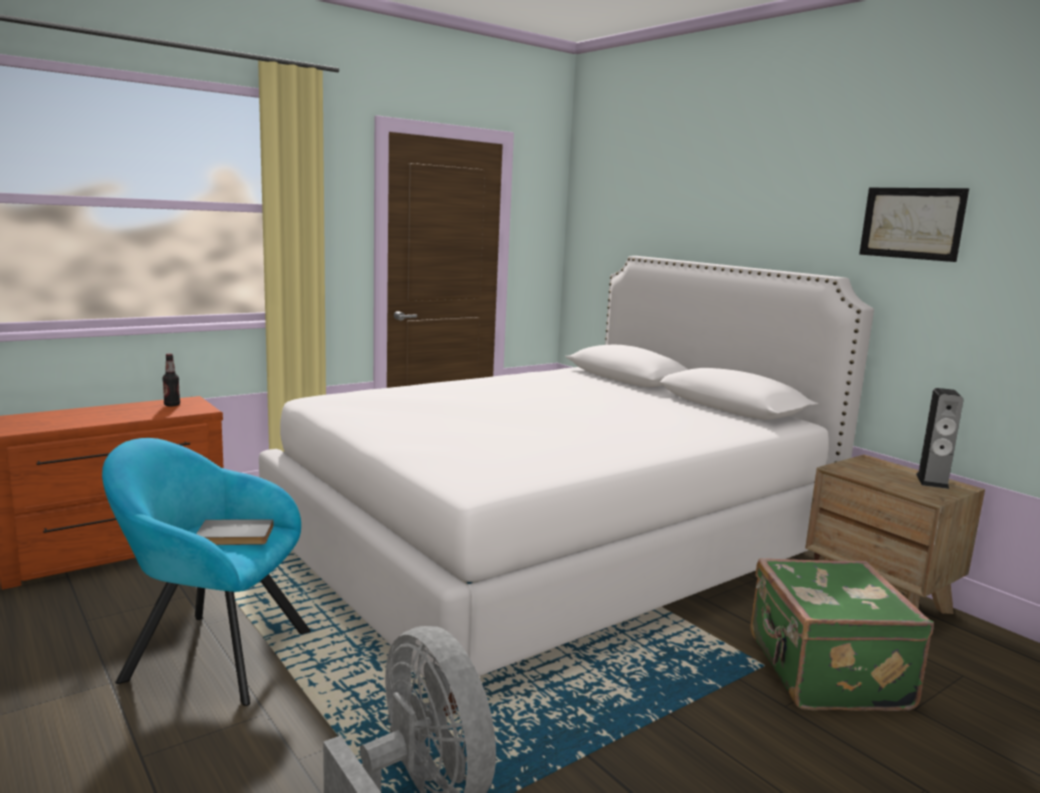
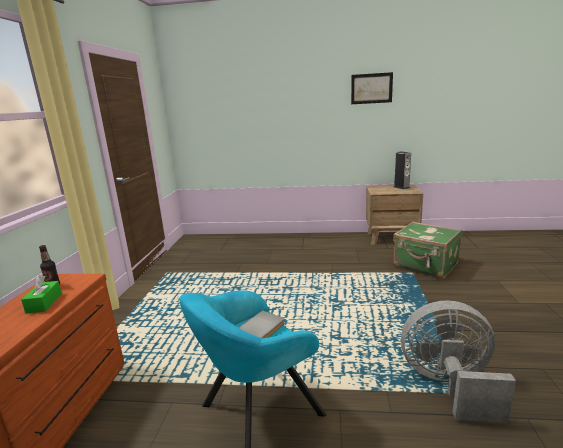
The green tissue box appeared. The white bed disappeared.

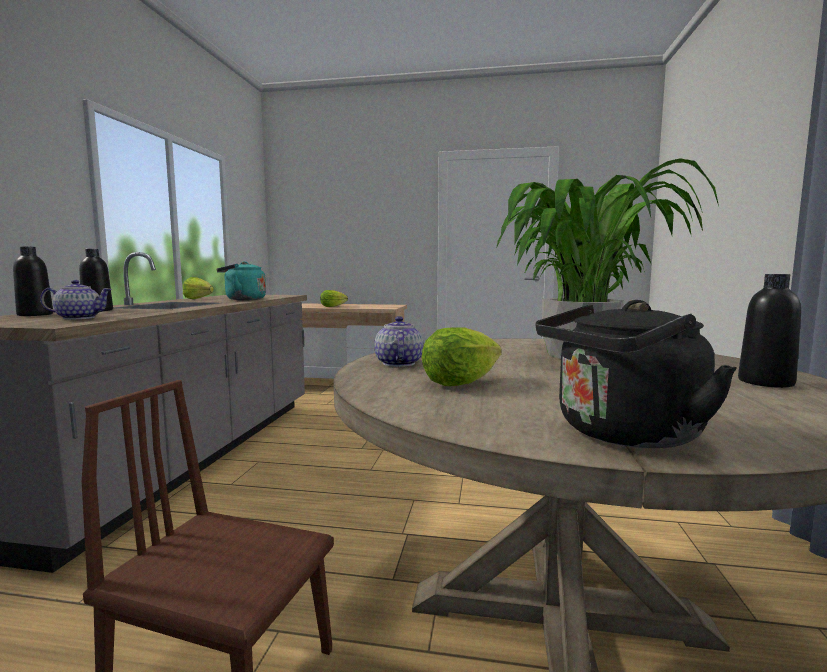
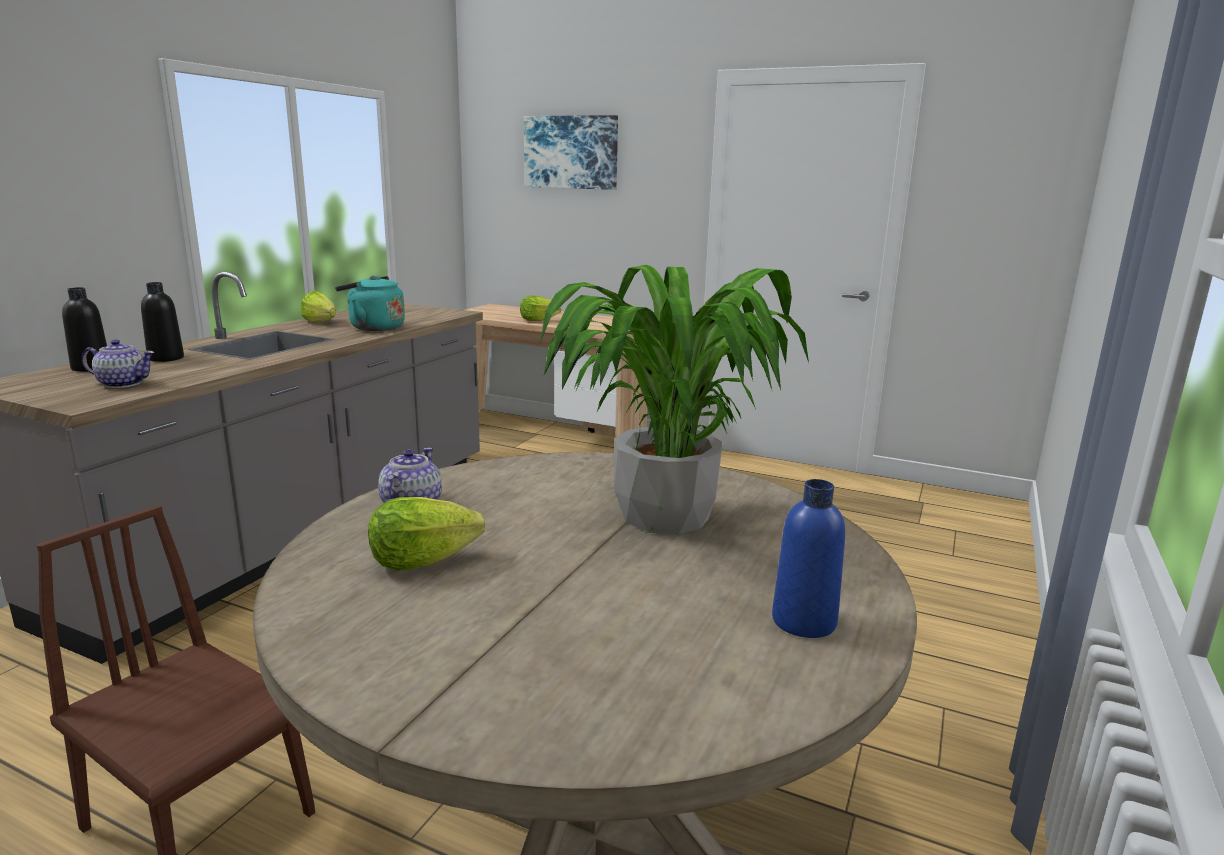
The picture appeared. The black bottle (3rd from left) became the blue bottle. The black kettle disappeared.

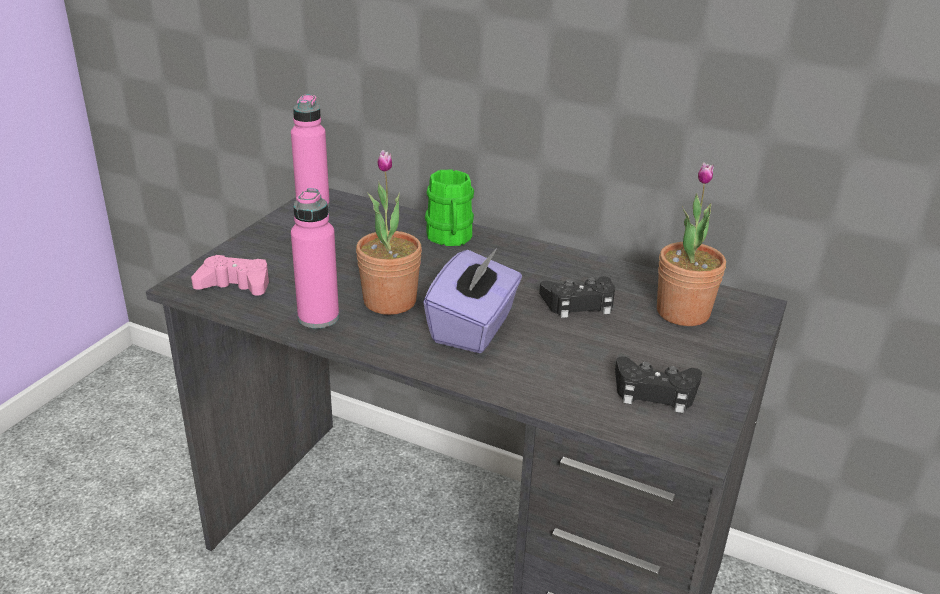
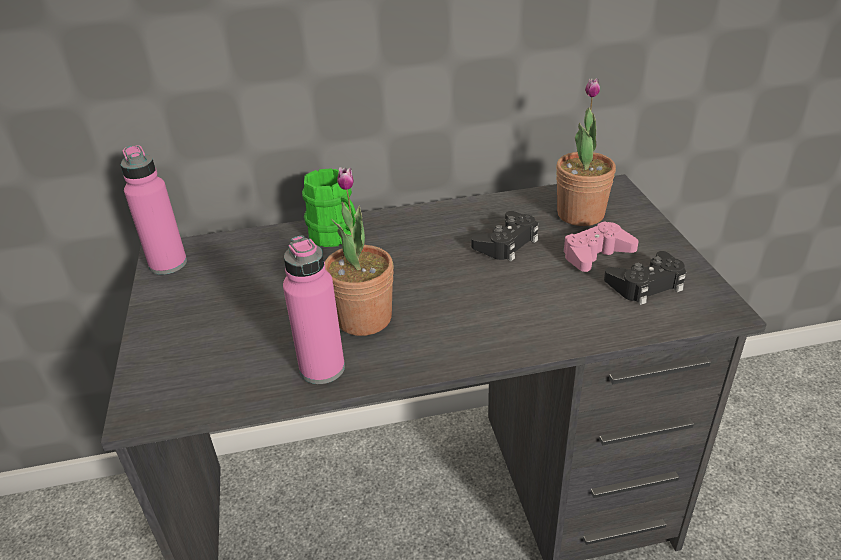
The pink game controller moved. The purple tissue box disappeared.

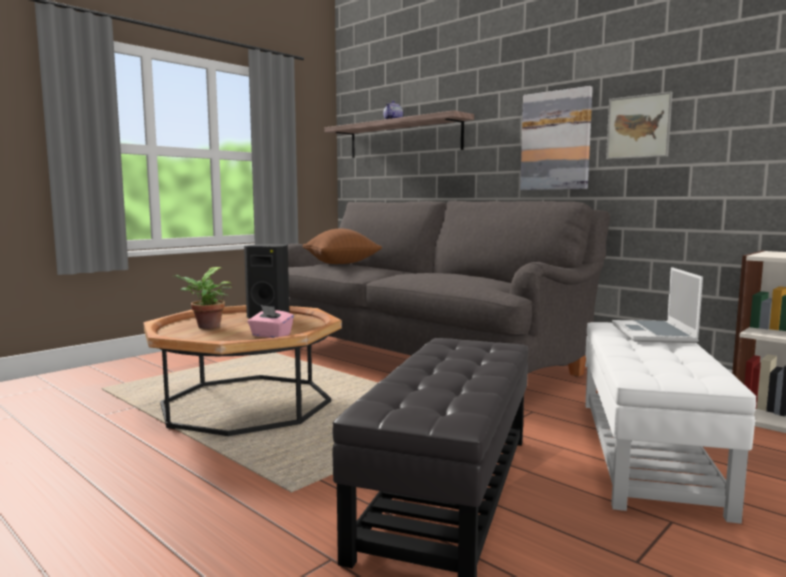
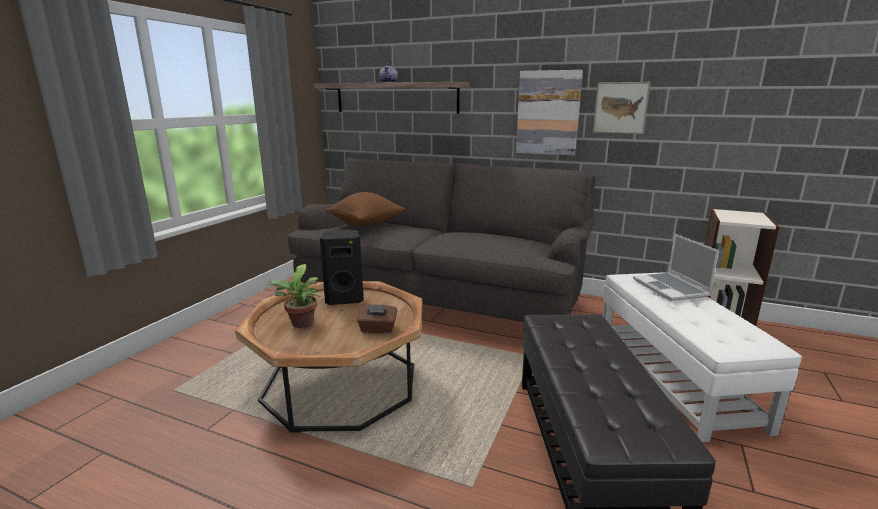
The pink tissue box became the brown tissue box.

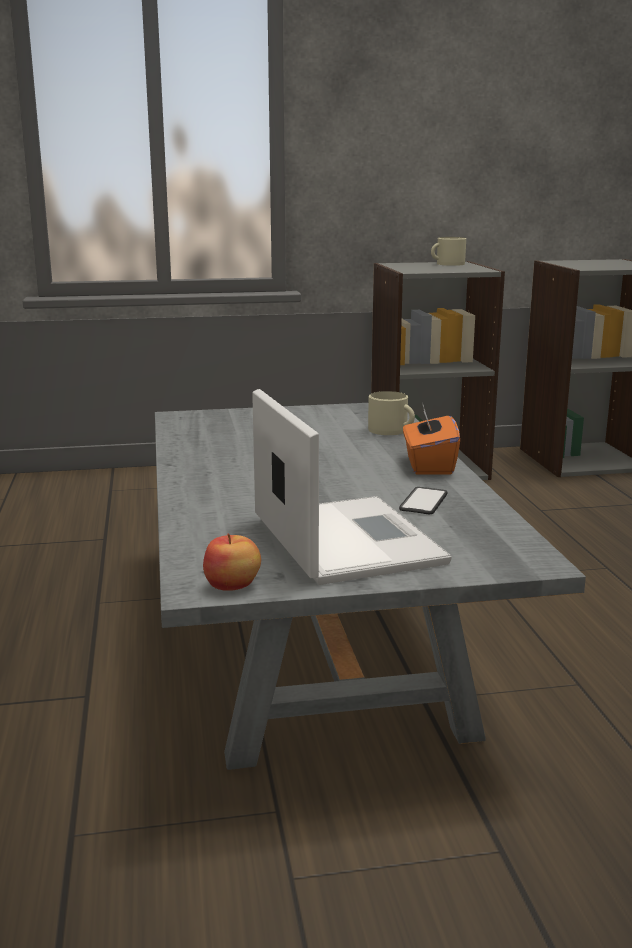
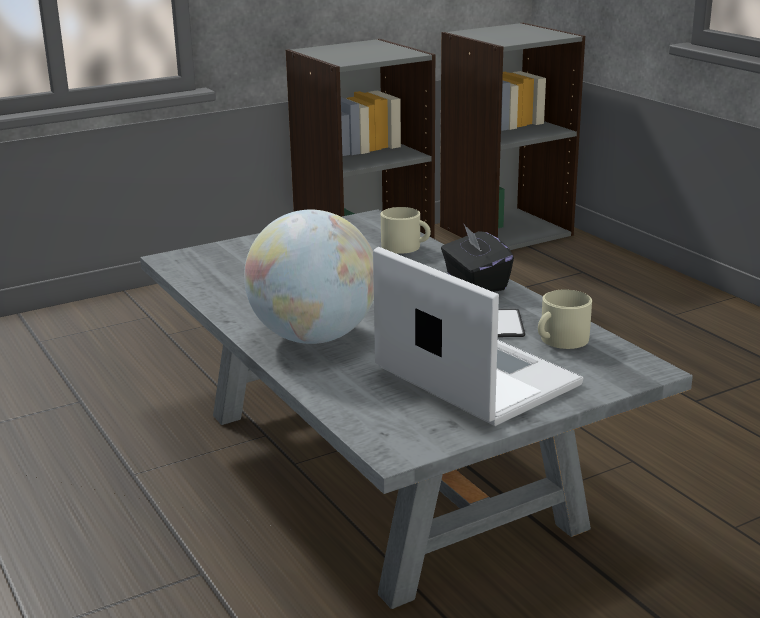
The globe appeared. The orange tissue box became the black tissue box. The beige mug (2nd from left) moved. The apple disappeared.

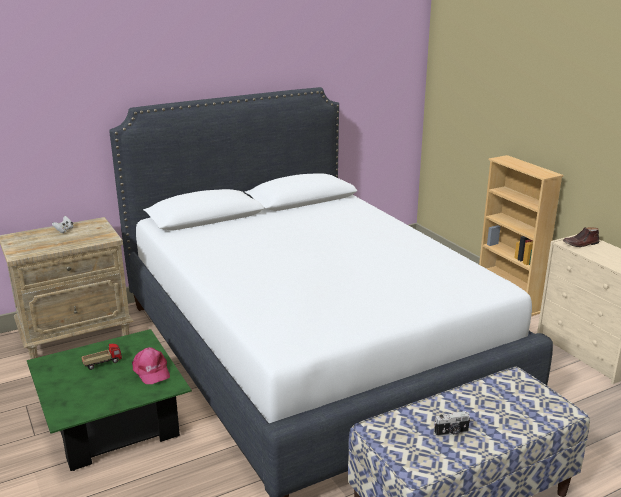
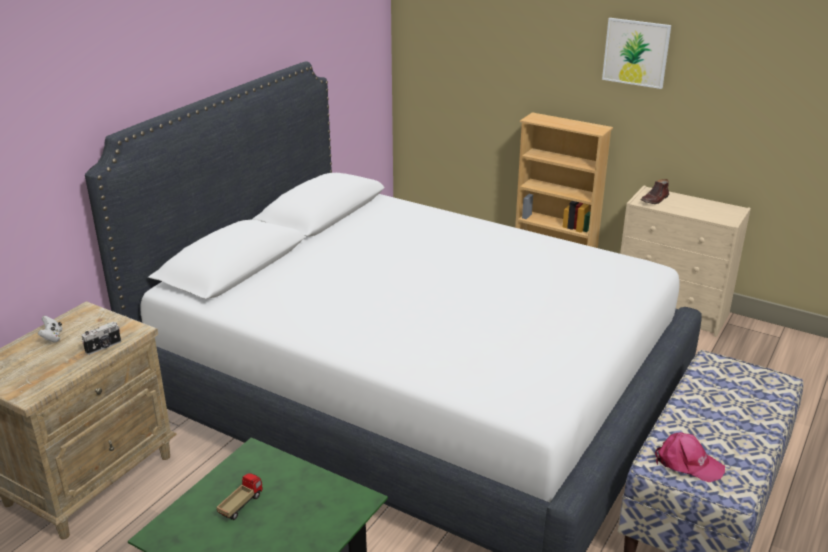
The photo camera moved. The picture appeared. The pink cap moved.

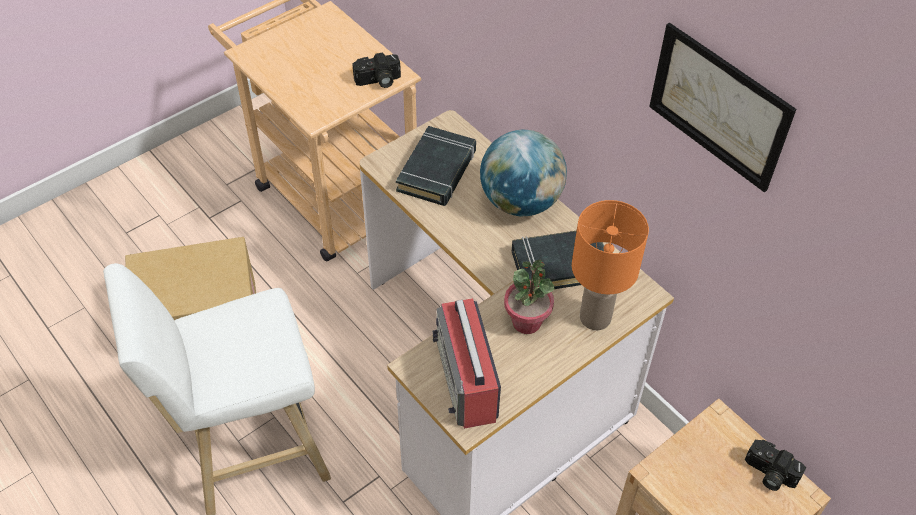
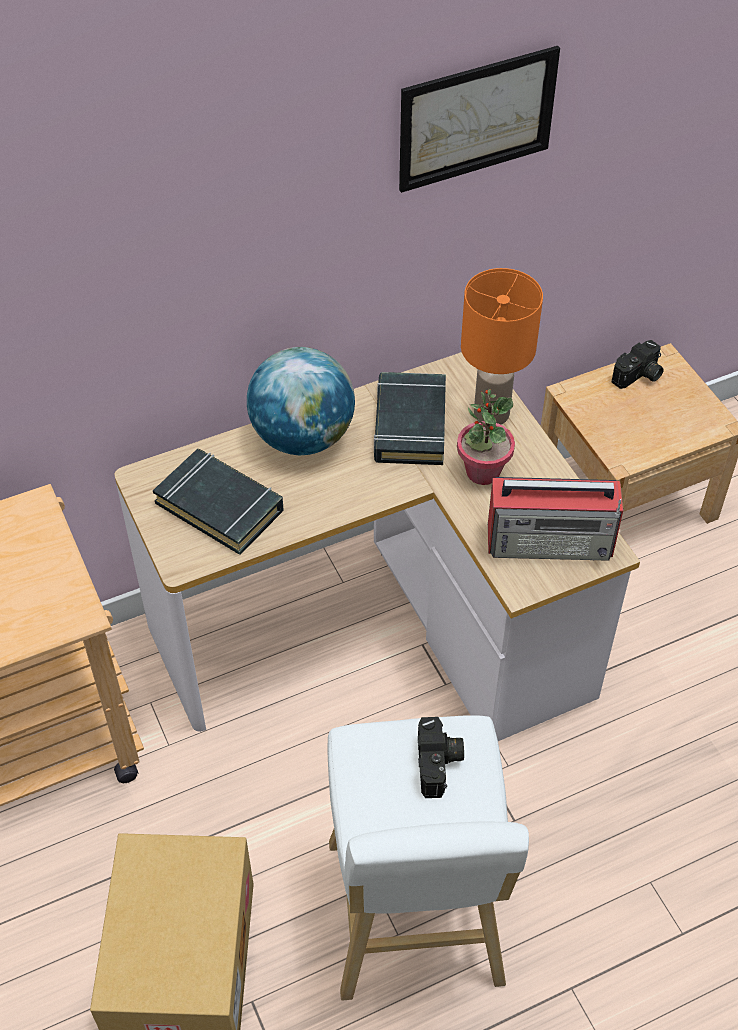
The photo camera (1st from left) moved.

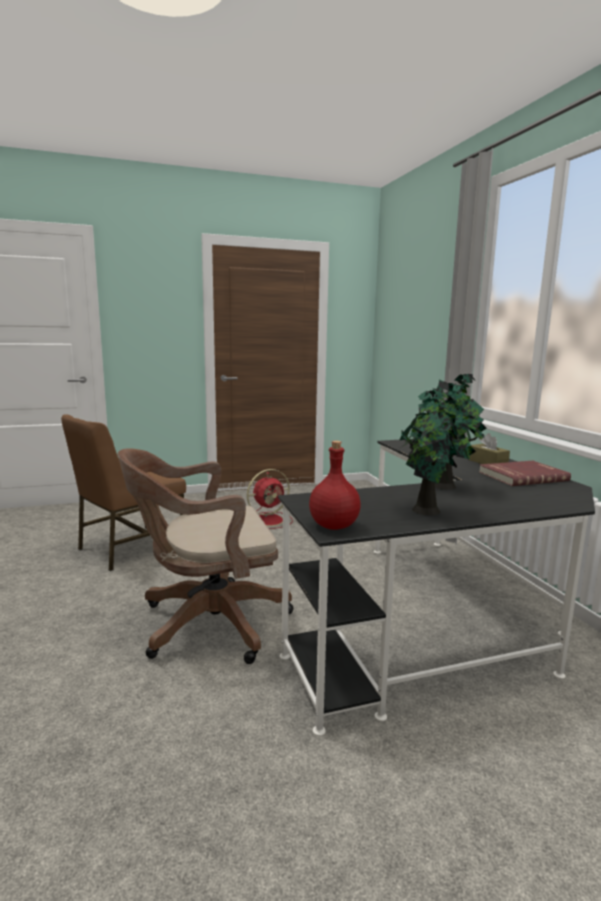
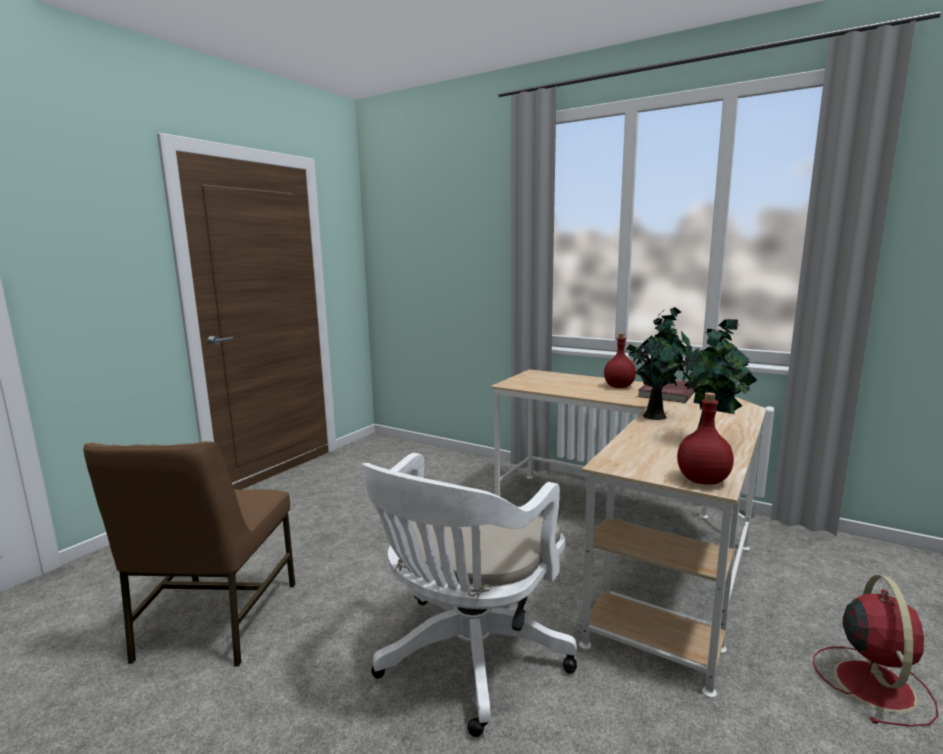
The brown office chair became the white office chair. The black desk became the beige desk. The brown tissue box was replaced by the red bottle (1st from left). The red fan moved.

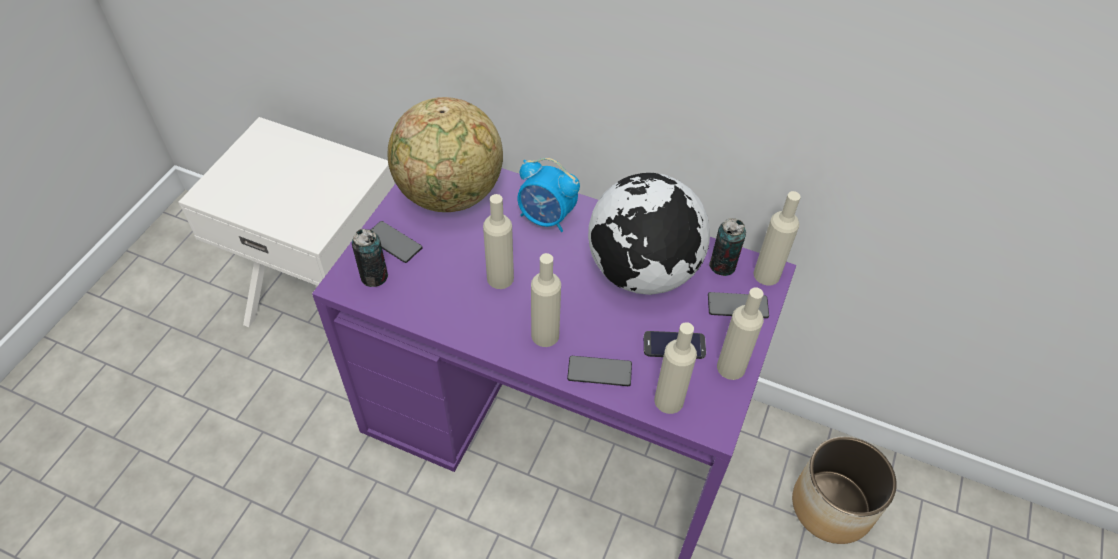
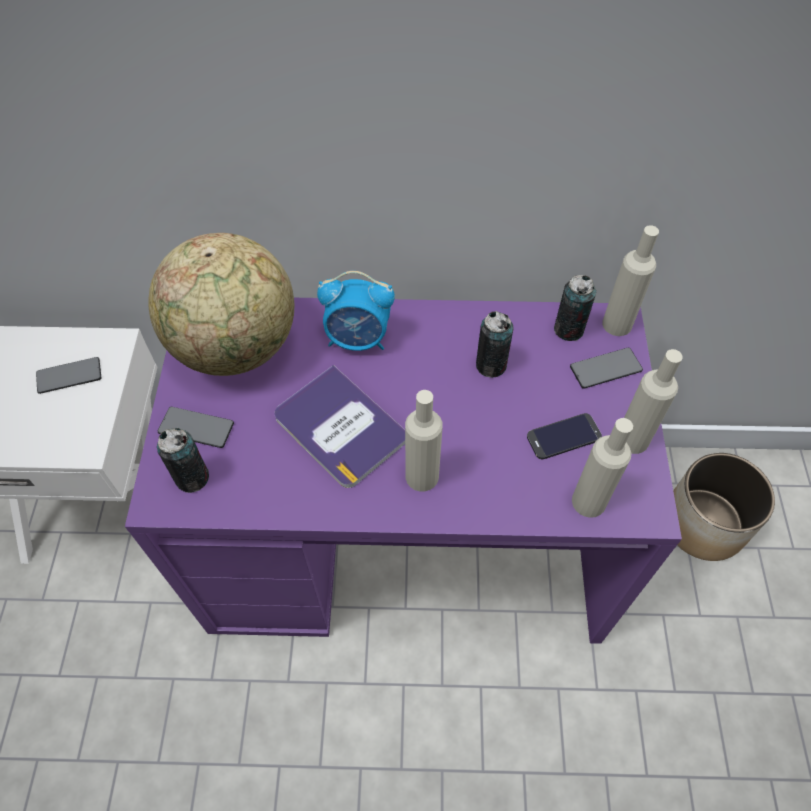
The phone (2nd from left in the first image) moved. The beige bottle (1st from left) was replaced by the book. The globe (2nd from left) was replaced by the can (2nd from left).

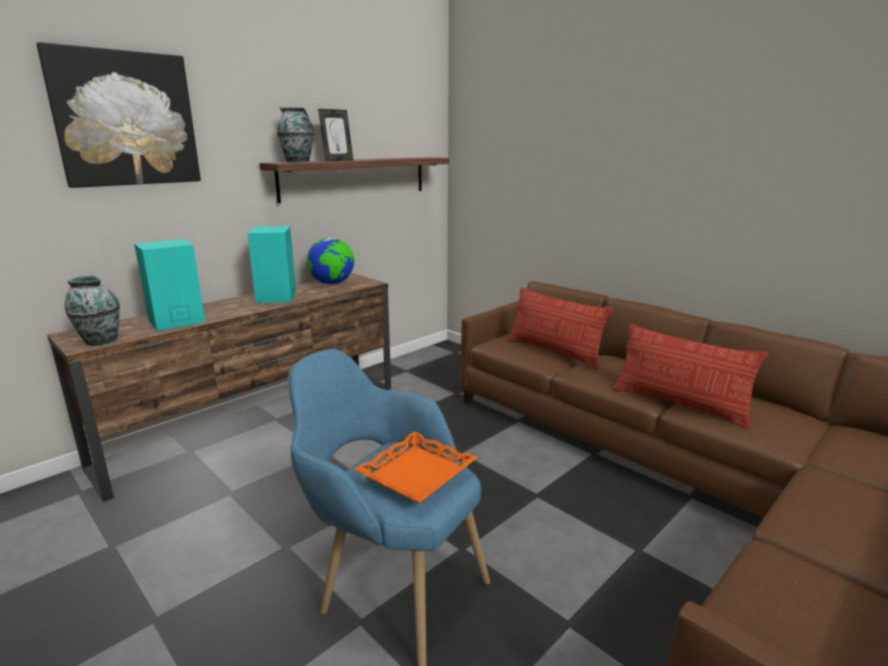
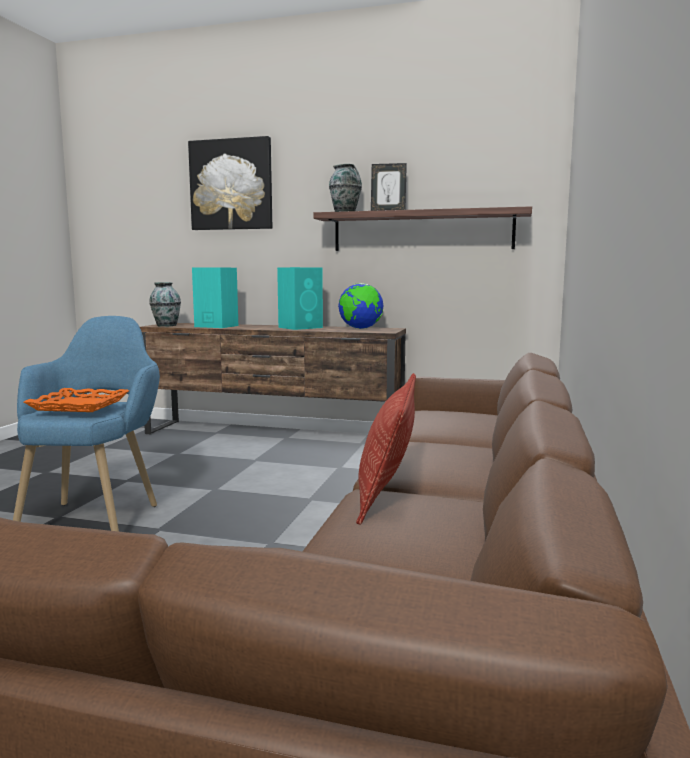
The pillow (1st from left) disappeared.

